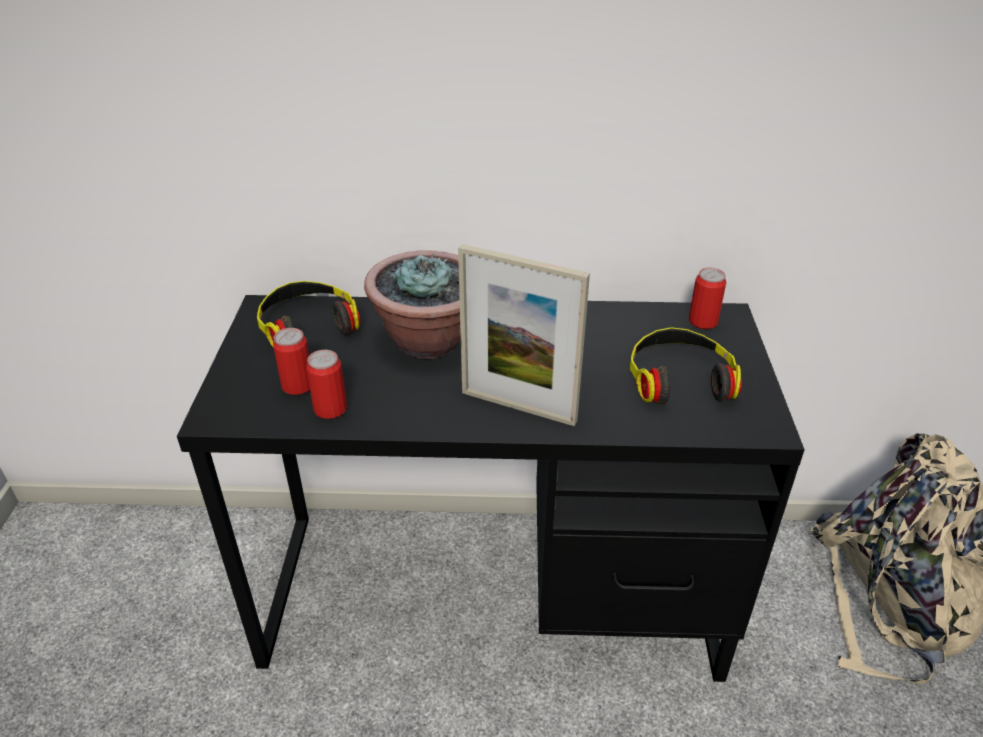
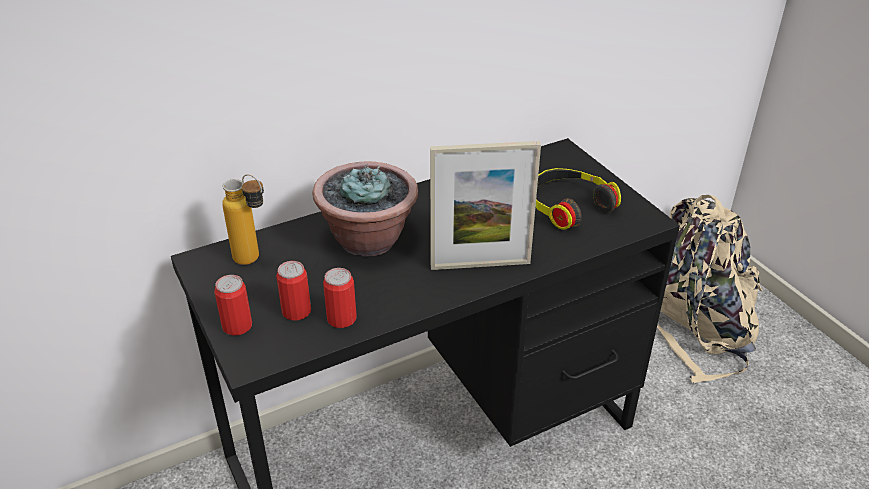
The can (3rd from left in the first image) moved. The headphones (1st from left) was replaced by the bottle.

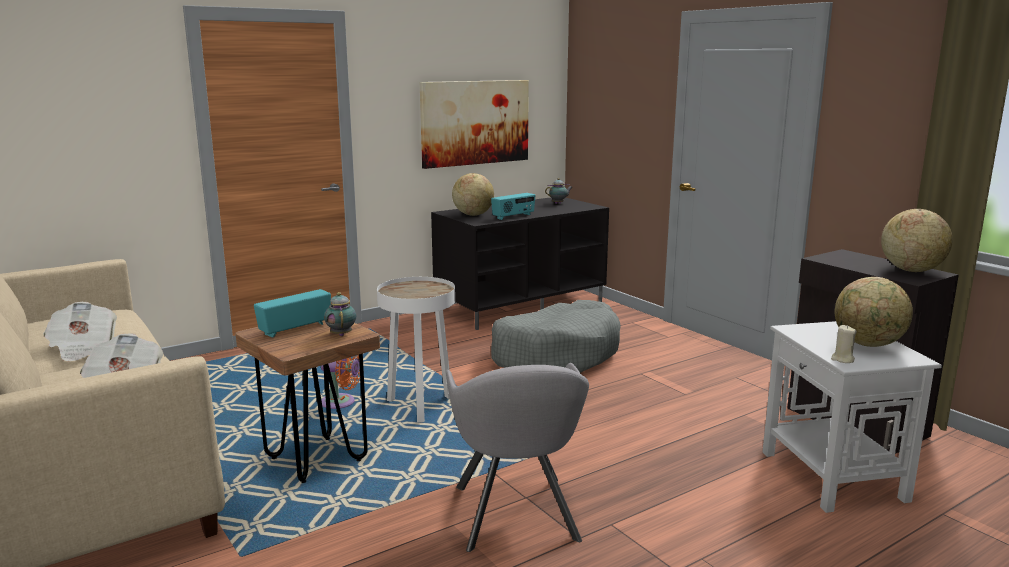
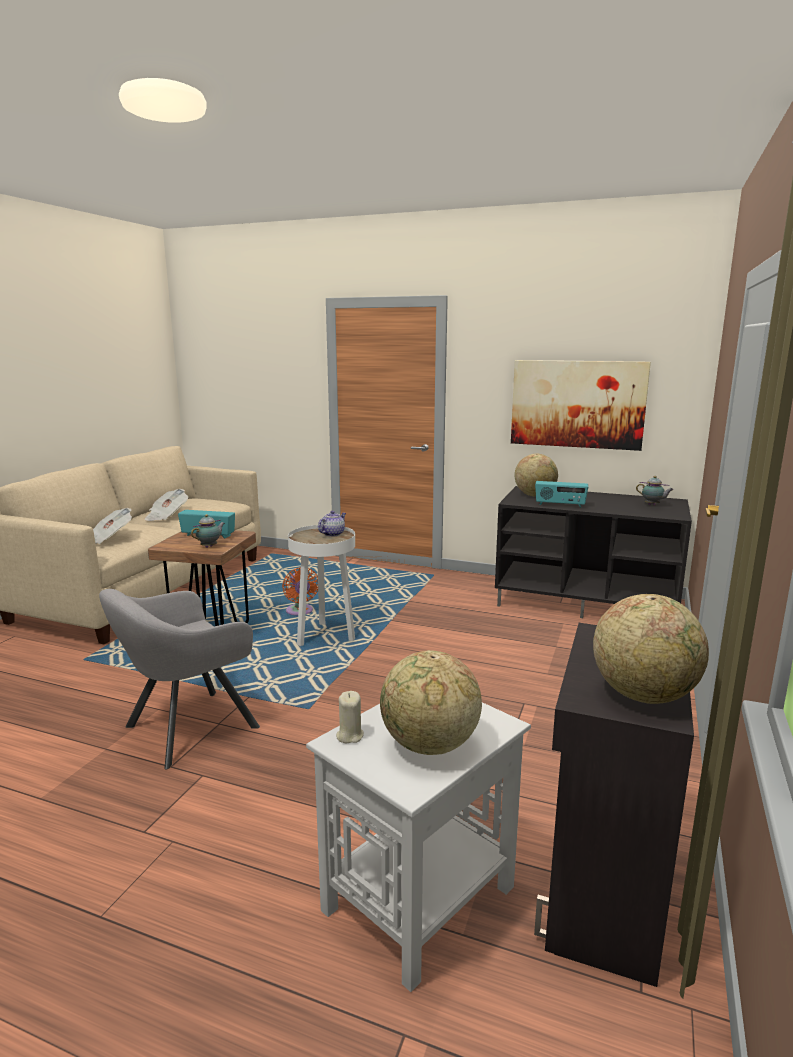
The teapot (2nd from left) appeared. The grey dog bed disappeared.

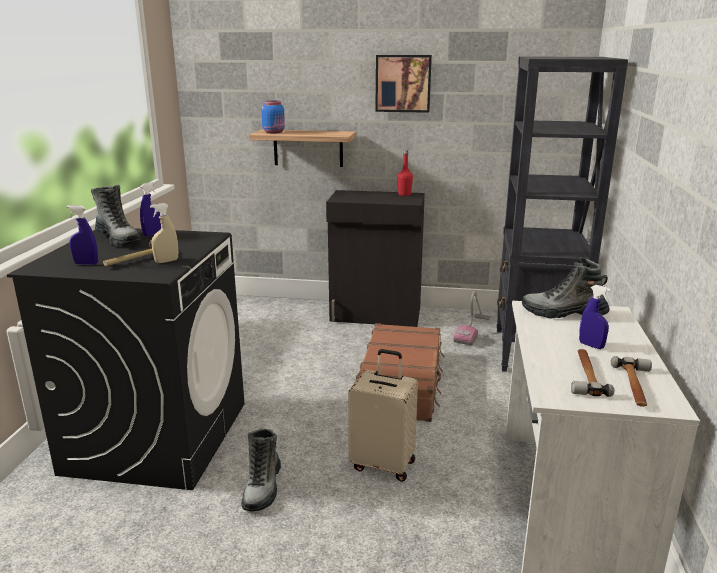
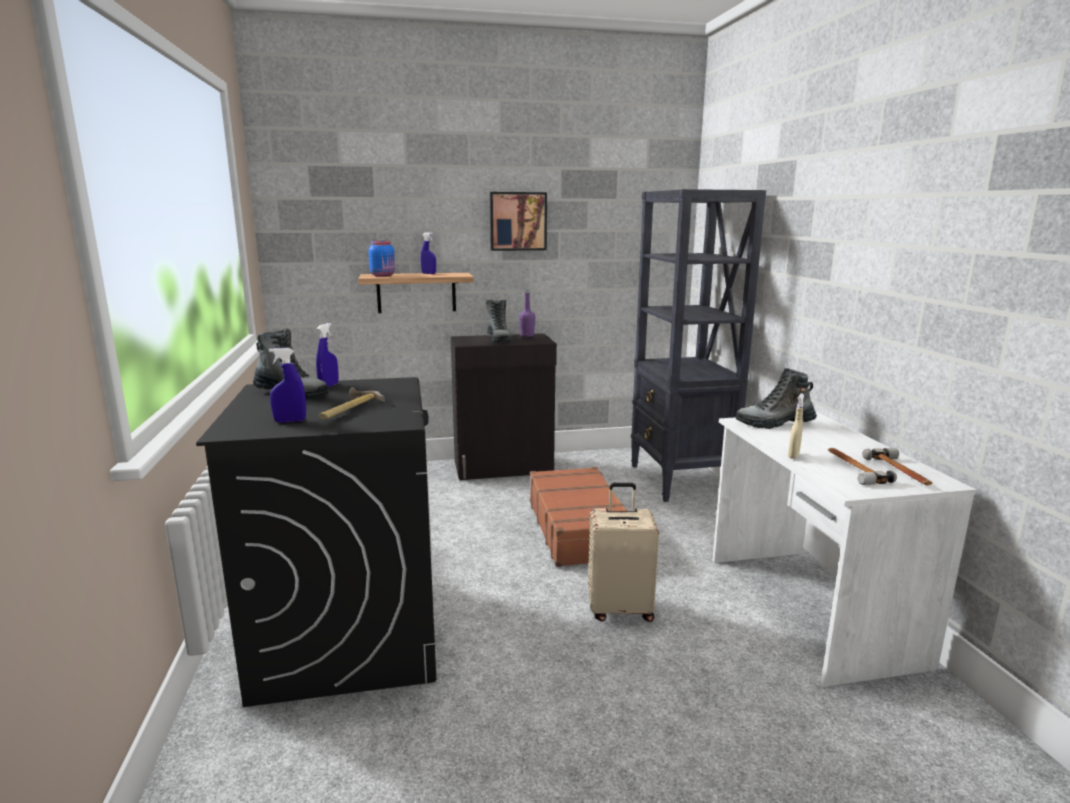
The blue spray bottle (3rd from left) moved. The boot (2nd from left) moved. The red bottle became the purple bottle. The beige spray bottle moved. The vacuum cleaner disappeared.

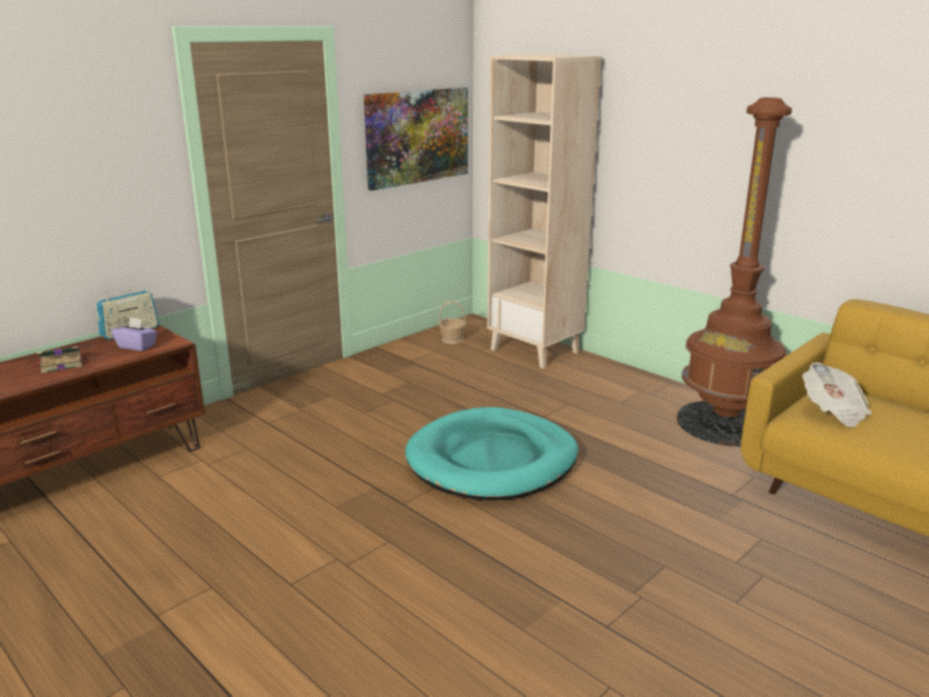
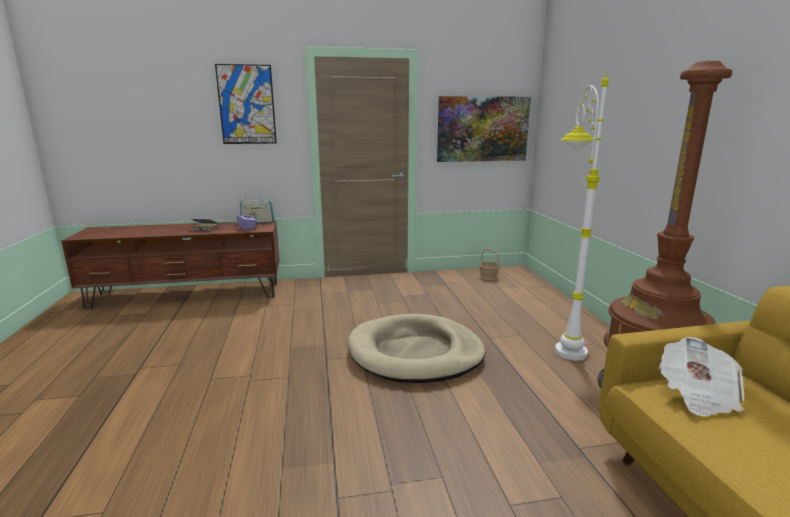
The picture (1st from left) appeared. The turquoise dog bed became the beige dog bed. The white floor lamp appeared. The beige bookcase disappeared.

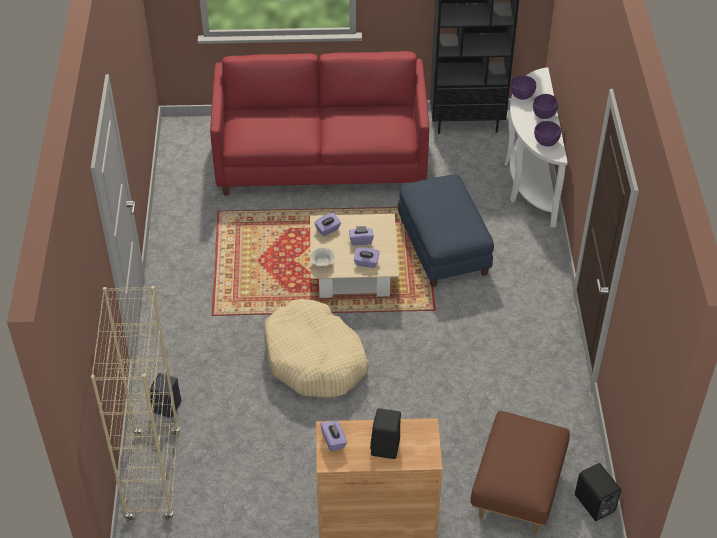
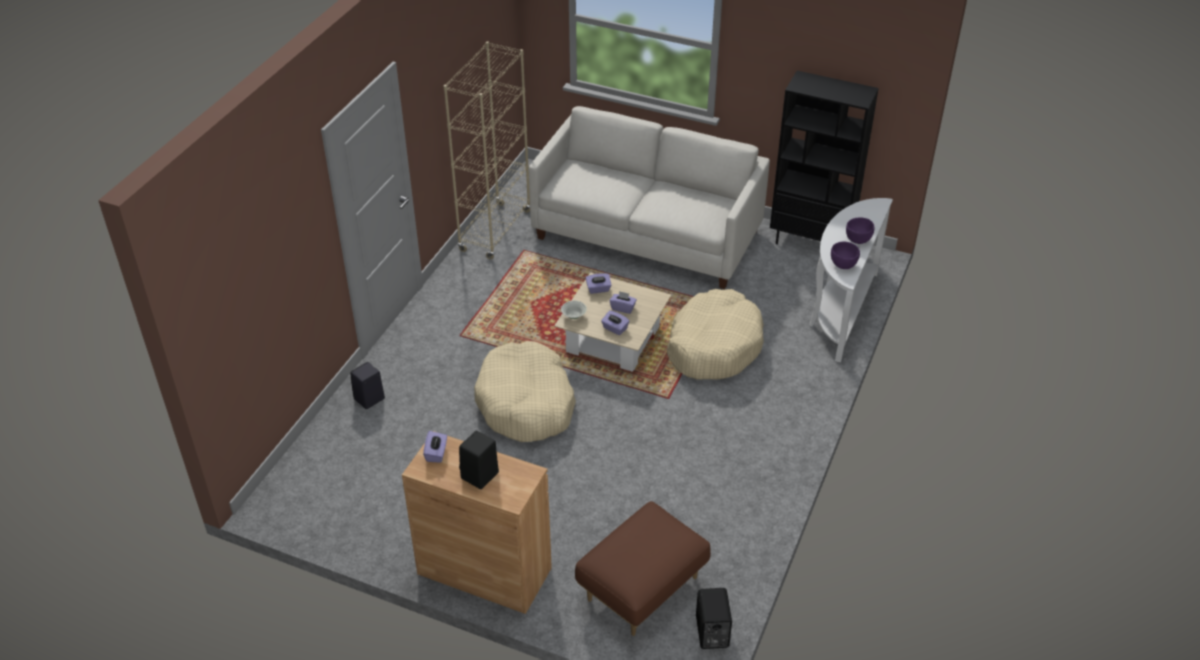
The beige bookcase moved. The red sofa became the white sofa. The blue ottoman was replaced by the beige dog bed (2nd from left). The purple bowl (1st from left) disappeared.

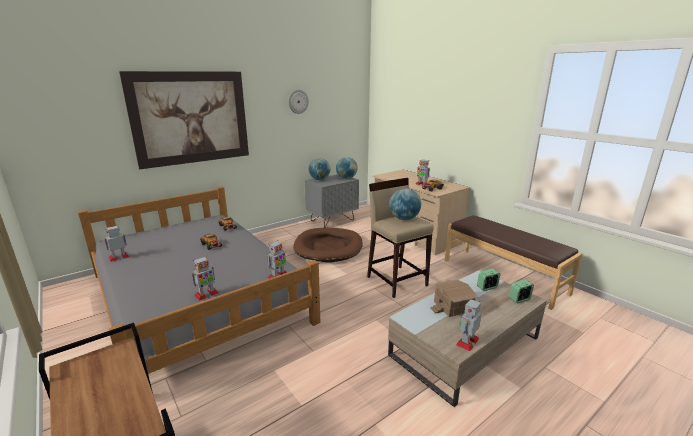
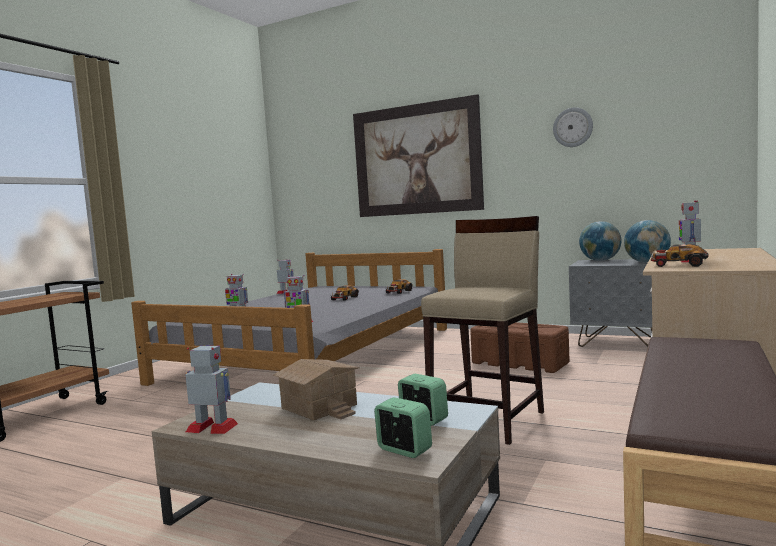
The brown dog bed was replaced by the brown storage box. The globe (3rd from left) disappeared.

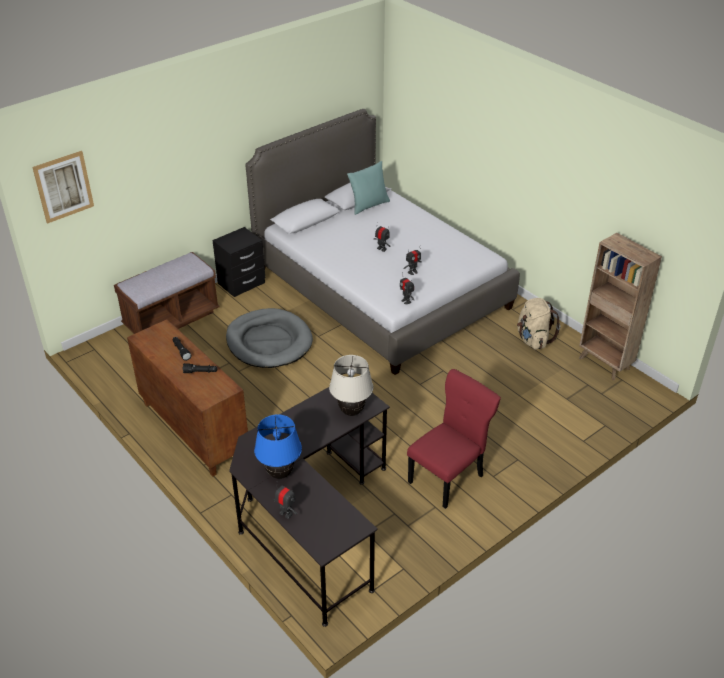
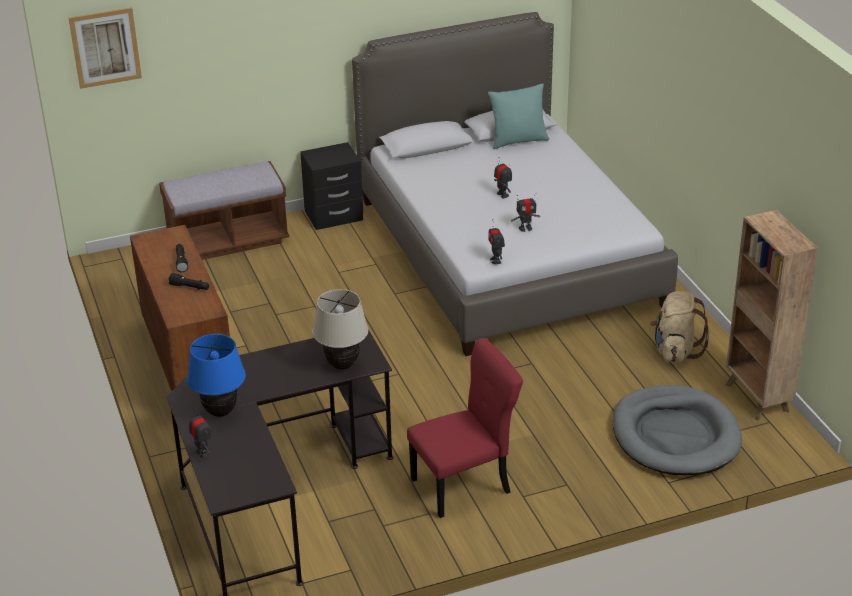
The grey dog bed moved.

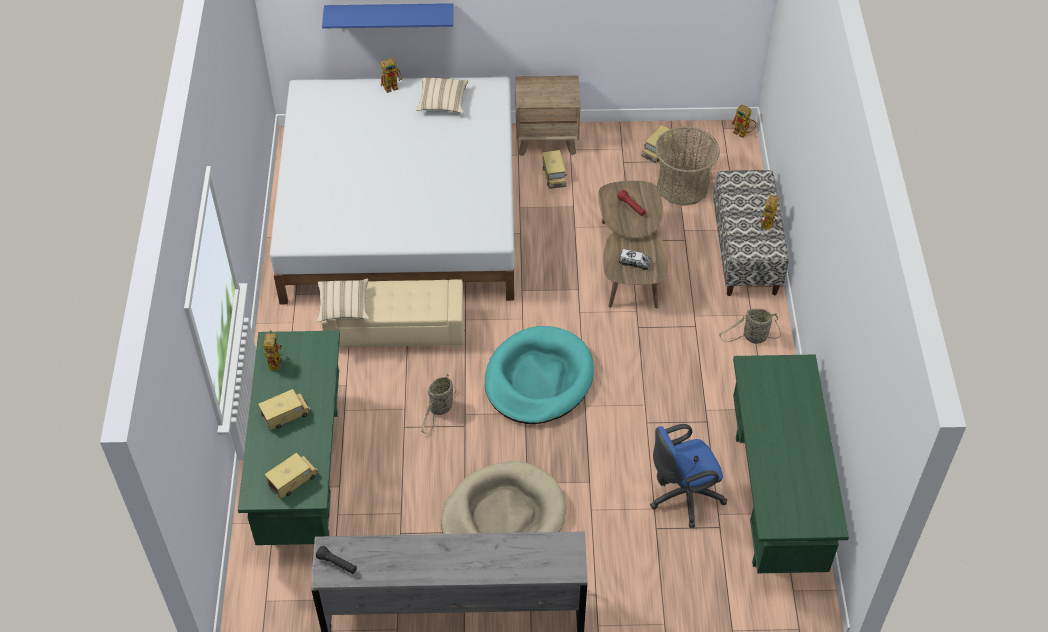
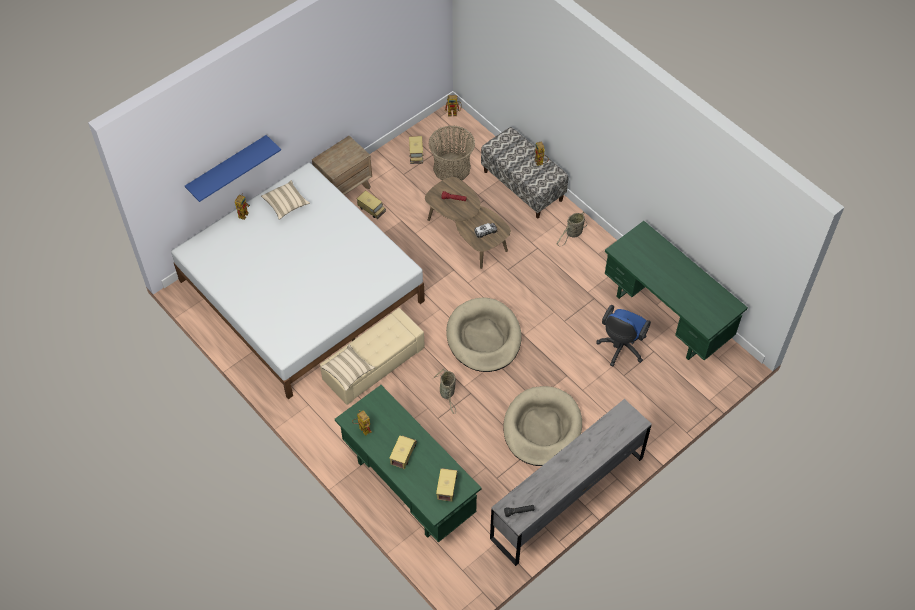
The turquoise dog bed became the beige dog bed (1st from left).

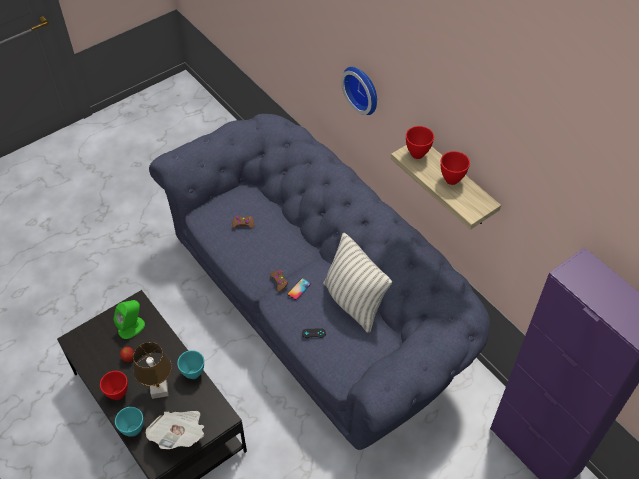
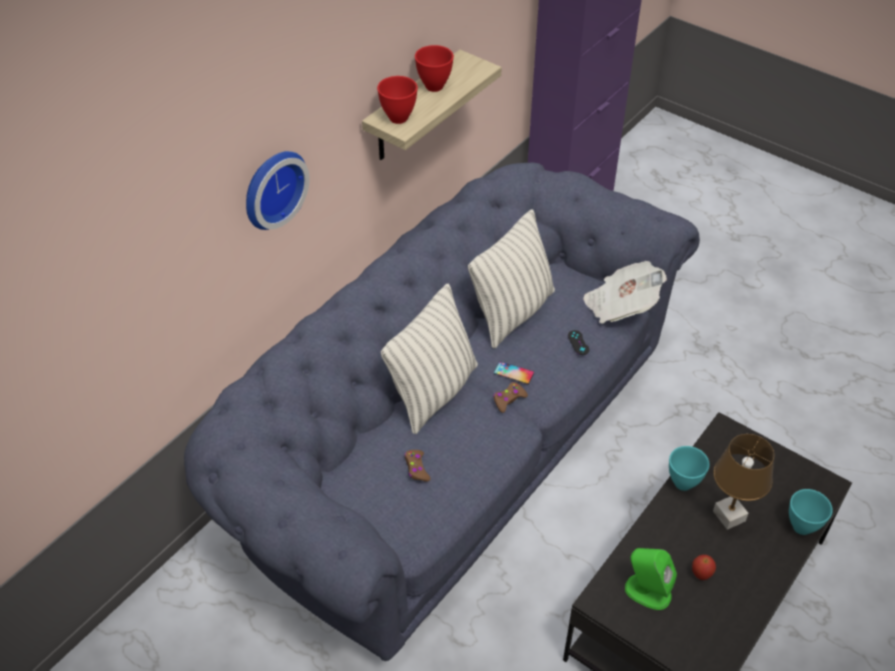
The pillow (1st from left) appeared. The newspaper moved. The red bowl (1st from left) disappeared.

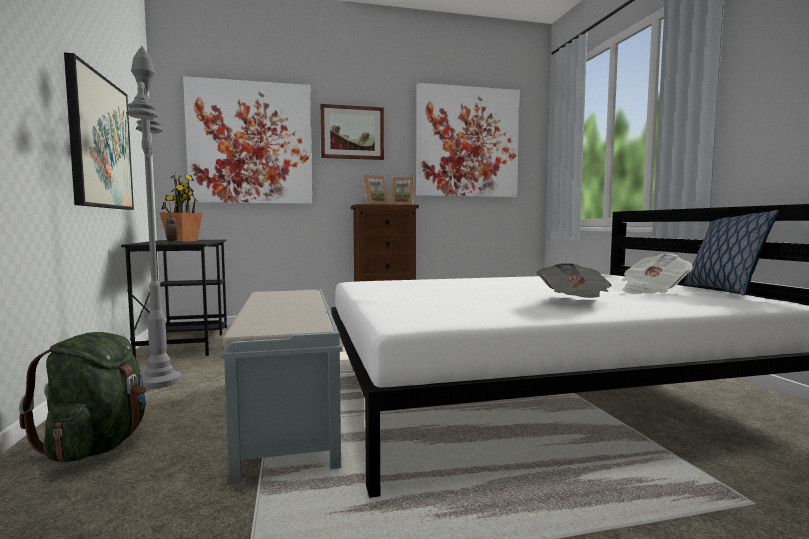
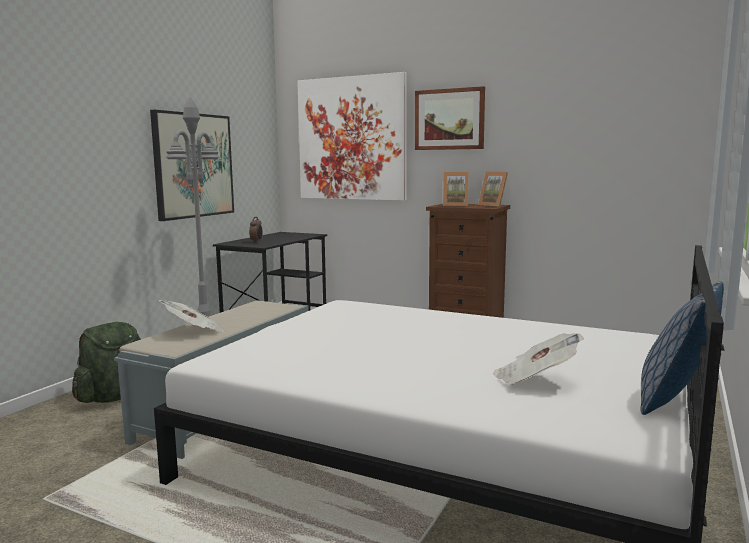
The newspaper (1st from left) moved. The potted plant disappeared. The picture (4th from left) disappeared.

